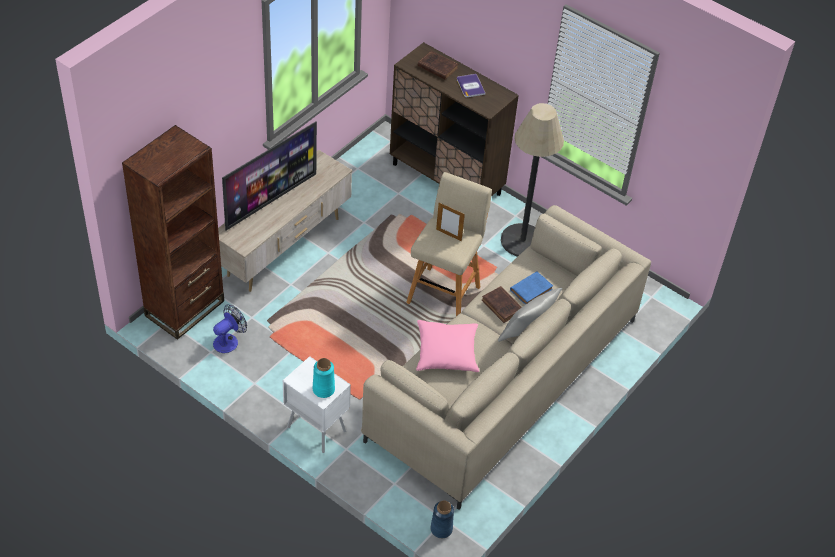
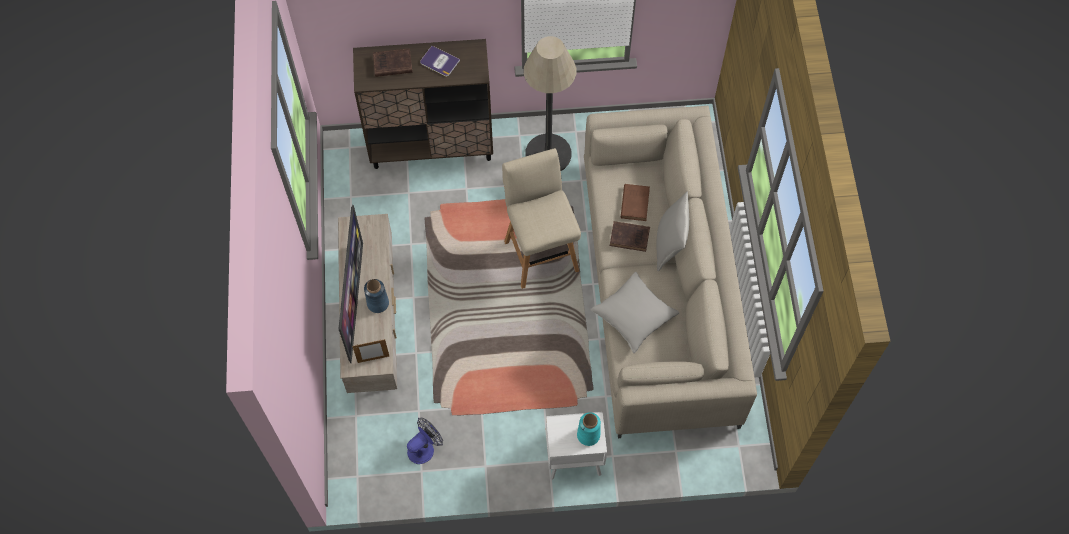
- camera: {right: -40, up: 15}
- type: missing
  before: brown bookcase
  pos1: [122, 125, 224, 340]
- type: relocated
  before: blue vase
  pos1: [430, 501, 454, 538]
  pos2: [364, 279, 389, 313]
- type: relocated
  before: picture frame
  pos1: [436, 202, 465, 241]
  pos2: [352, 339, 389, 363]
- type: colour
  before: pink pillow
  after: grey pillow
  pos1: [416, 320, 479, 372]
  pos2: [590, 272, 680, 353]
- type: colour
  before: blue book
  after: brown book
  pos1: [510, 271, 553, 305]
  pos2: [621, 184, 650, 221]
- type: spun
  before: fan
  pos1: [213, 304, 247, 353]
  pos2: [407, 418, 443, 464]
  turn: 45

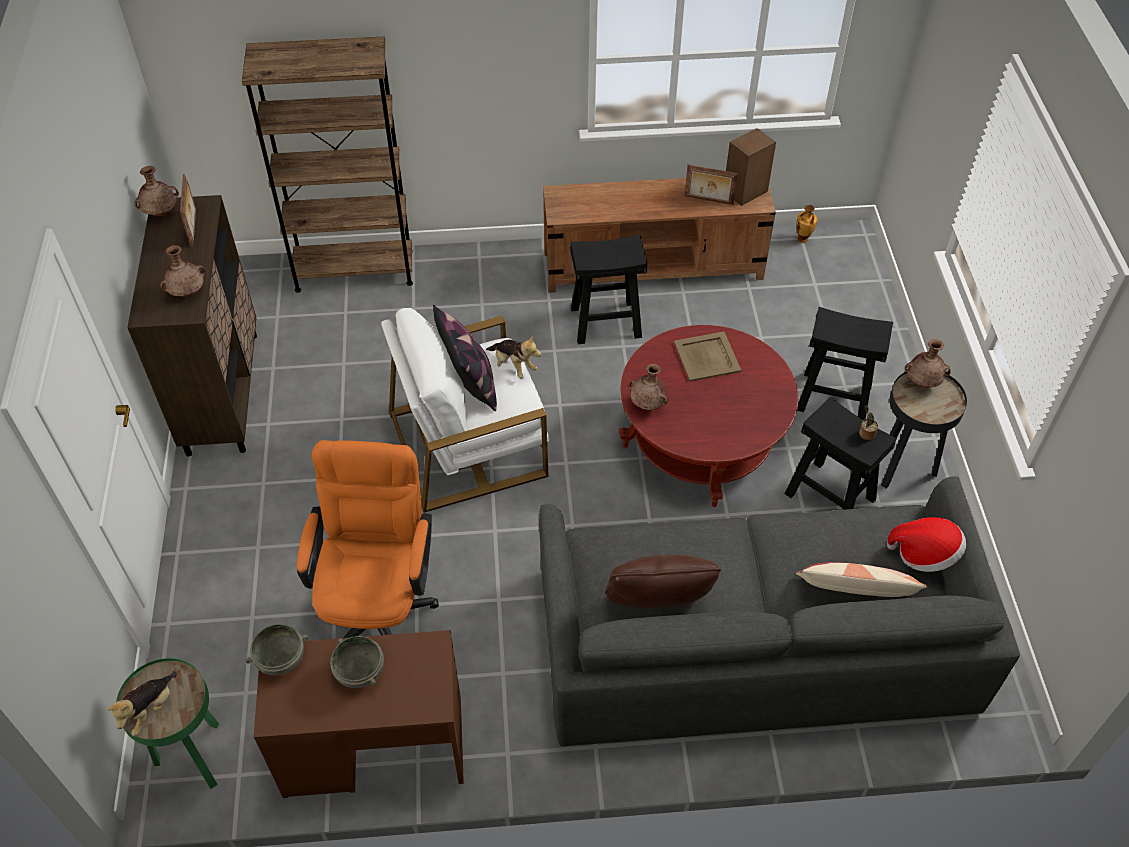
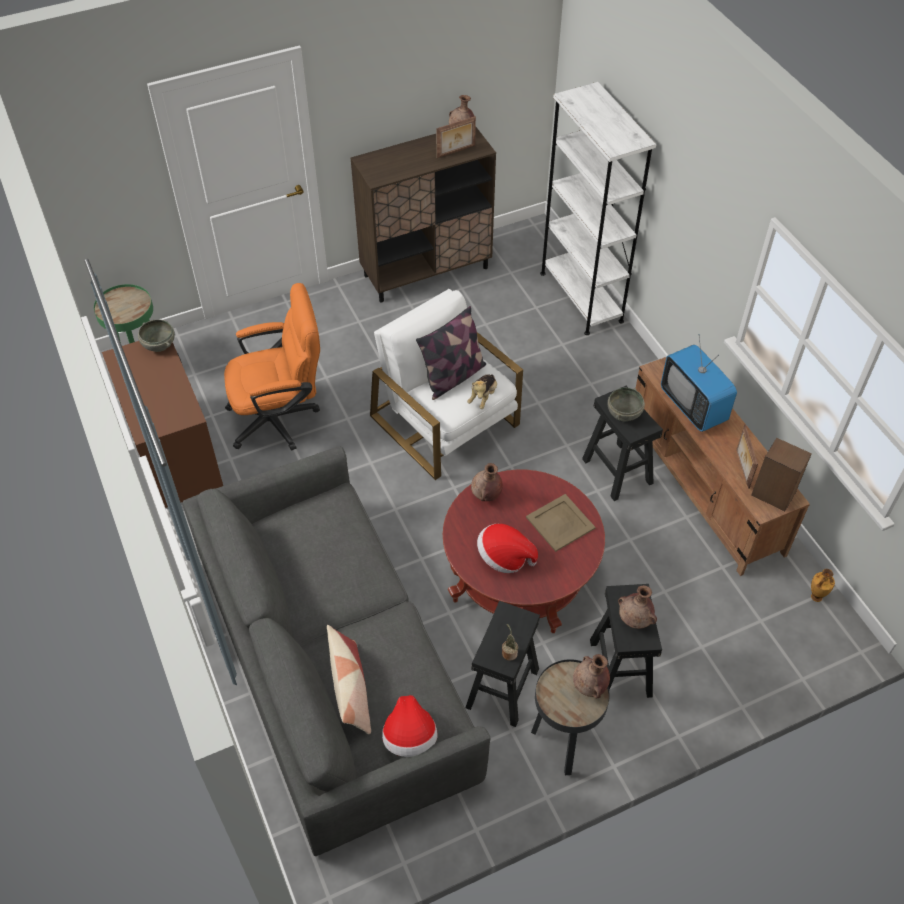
- camera: {right: 70, up: 0}
- type: missing
  before: plush toy
  pos1: [106, 671, 177, 736]
- type: missing
  before: brown pillow
  pos1: [605, 555, 721, 608]
- type: appeared
  after: hat
  pos2: [477, 524, 538, 573]
- type: appeared
  after: television
  pos2: [661, 334, 737, 432]
- type: relocated
  before: brown vase
  pos1: [160, 245, 206, 297]
  pos2: [618, 585, 657, 629]
- type: relocated
  before: grey bowl
  pos1: [330, 636, 384, 688]
  pos2: [607, 387, 645, 422]
- type: colour
  before: brown bookcase
  after: white bookcase
  pos1: [242, 36, 413, 293]
  pos2: [540, 82, 656, 335]

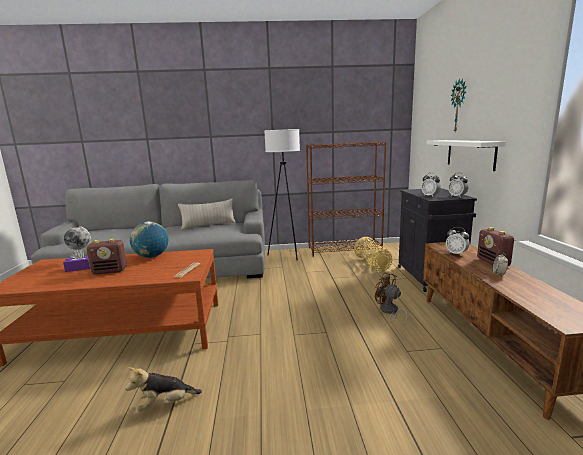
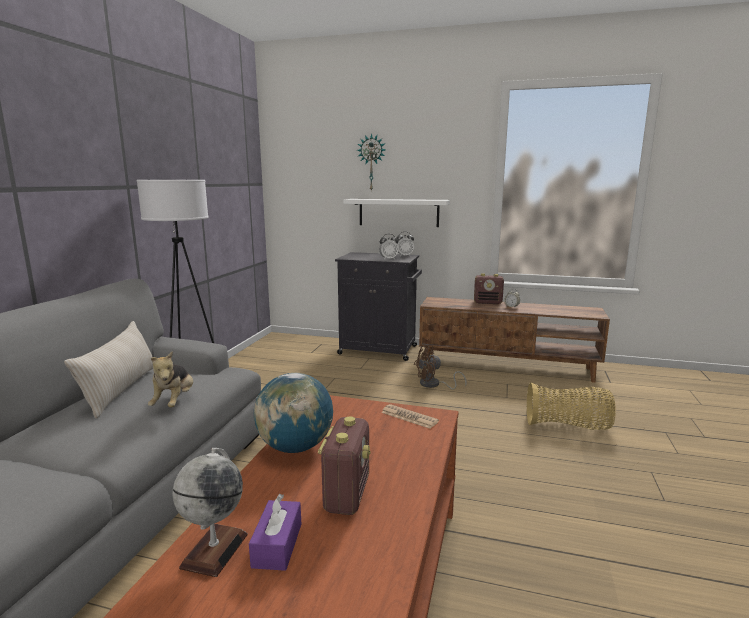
- camera: {right: -70, up: 0}
- type: missing
  before: brown bookcase
  pos1: [306, 142, 386, 257]
- type: missing
  before: alarm clock
  pos1: [446, 227, 470, 255]
- type: relocated
  before: plush toy
  pos1: [125, 367, 202, 412]
  pos2: [148, 352, 193, 408]
- type: relocated
  before: basket
  pos1: [354, 237, 392, 271]
  pos2: [527, 382, 616, 430]

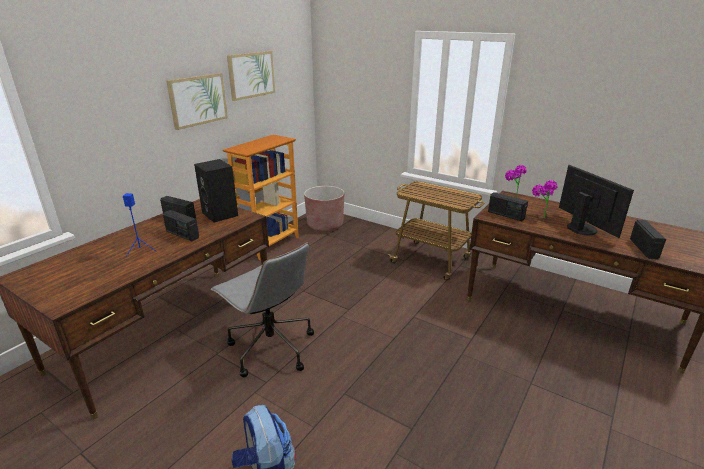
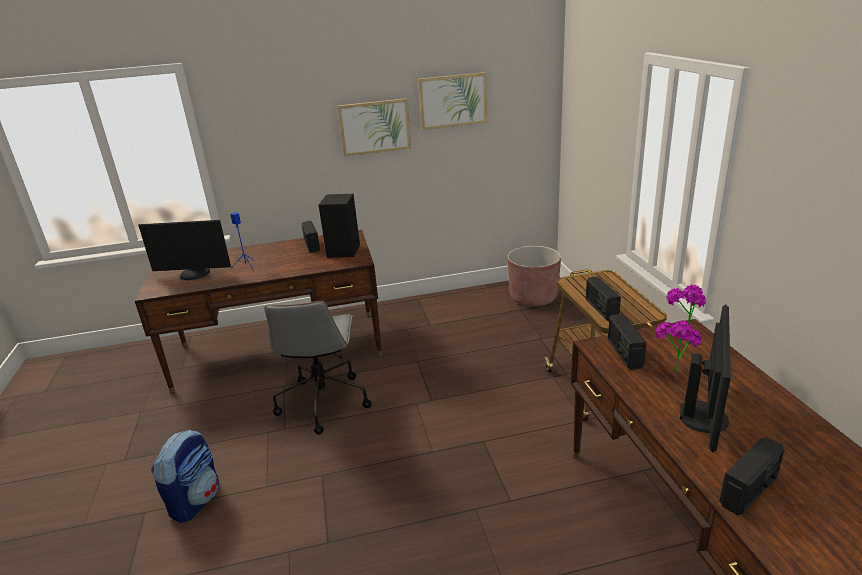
- camera: {right: 45, up: 0}
- type: missing
  before: bookcase
  pos1: [223, 135, 299, 260]
- type: appeared
  after: monitor
  pos2: [138, 220, 231, 280]
- type: relocated
  before: radio
  pos1: [163, 210, 199, 241]
  pos2: [586, 276, 621, 321]

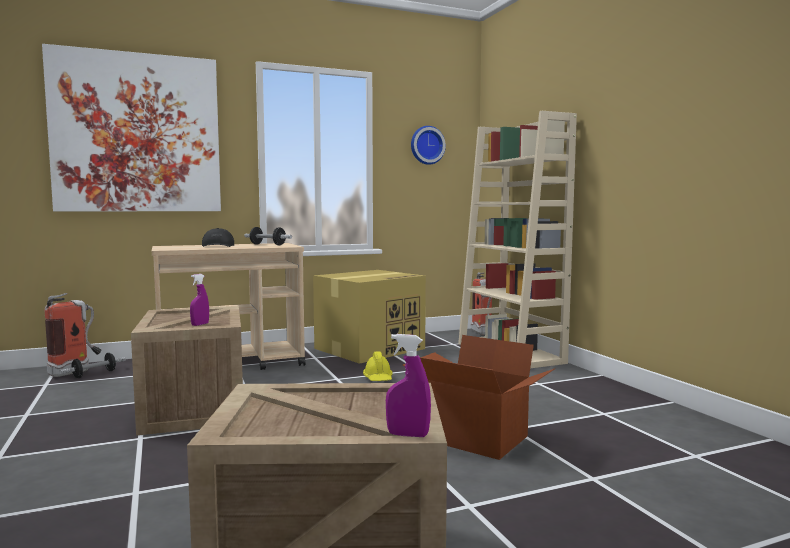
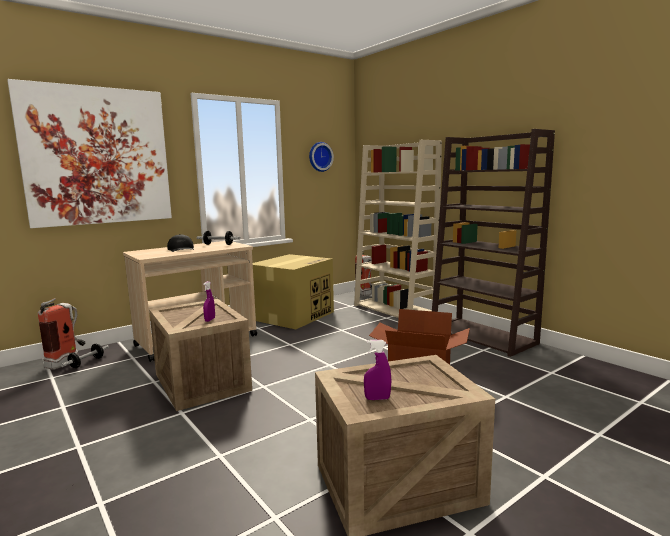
- camera: {right: -15, up: 5}
- type: missing
  before: yellow hard hat
  pos1: [363, 351, 393, 381]
- type: appeared
  after: brown bookcase
  pos2: [432, 129, 555, 357]
- type: relocated
  before: purple spray bottle
  pos1: [386, 334, 431, 437]
  pos2: [364, 340, 392, 400]

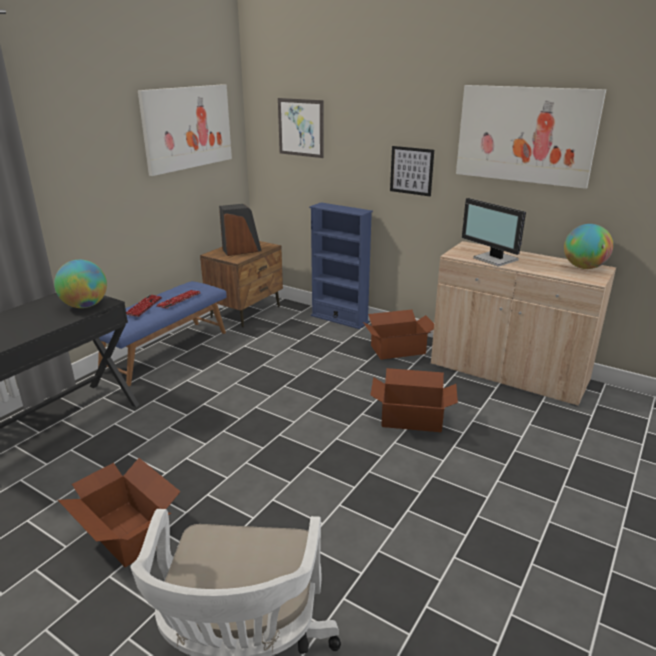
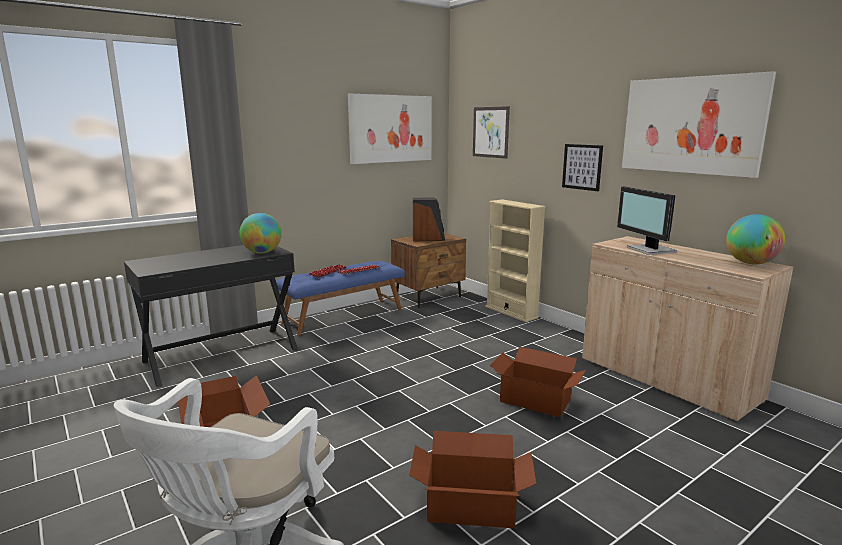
- camera: {right: 20, up: -10}
- type: relocated
  before: cardboard box
  pos1: [363, 309, 434, 360]
  pos2: [409, 431, 536, 528]
- type: colour
  before: blue bookcase
  after: beige bookcase
  pos1: [309, 203, 373, 329]
  pos2: [485, 199, 546, 322]

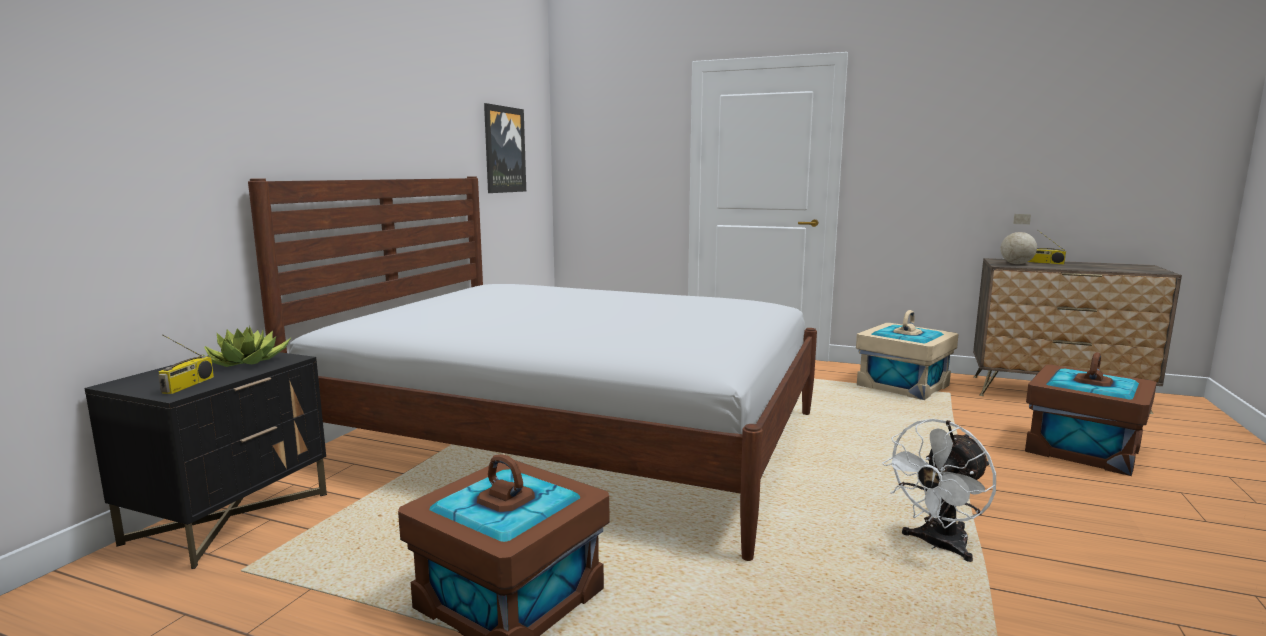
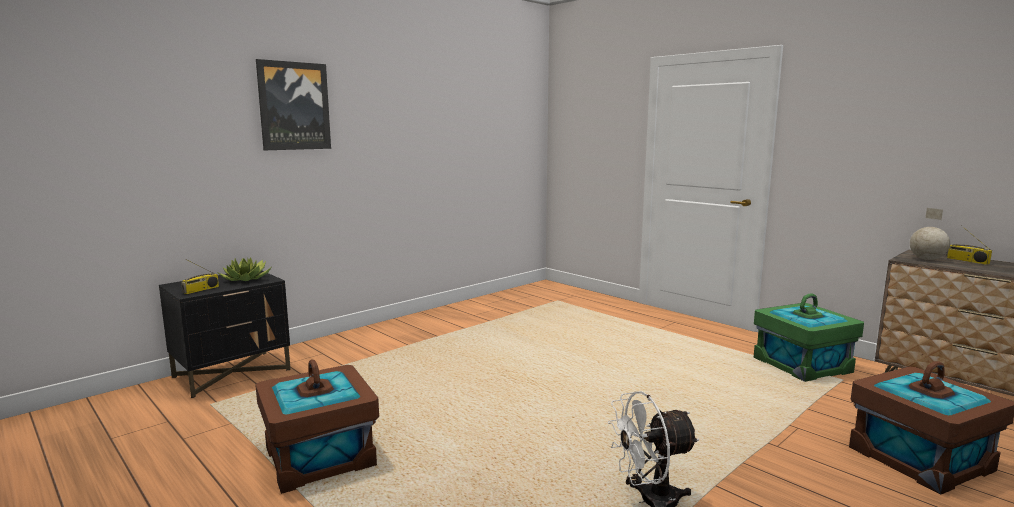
- camera: {right: 25, up: 0}
- type: missing
  before: white bed
  pos1: [248, 176, 817, 561]
- type: relocated
  before: picture
  pos1: [484, 103, 526, 193]
  pos2: [256, 59, 331, 150]
- type: colour
  before: beige storage box
  after: green storage box
  pos1: [856, 310, 958, 400]
  pos2: [754, 293, 864, 382]

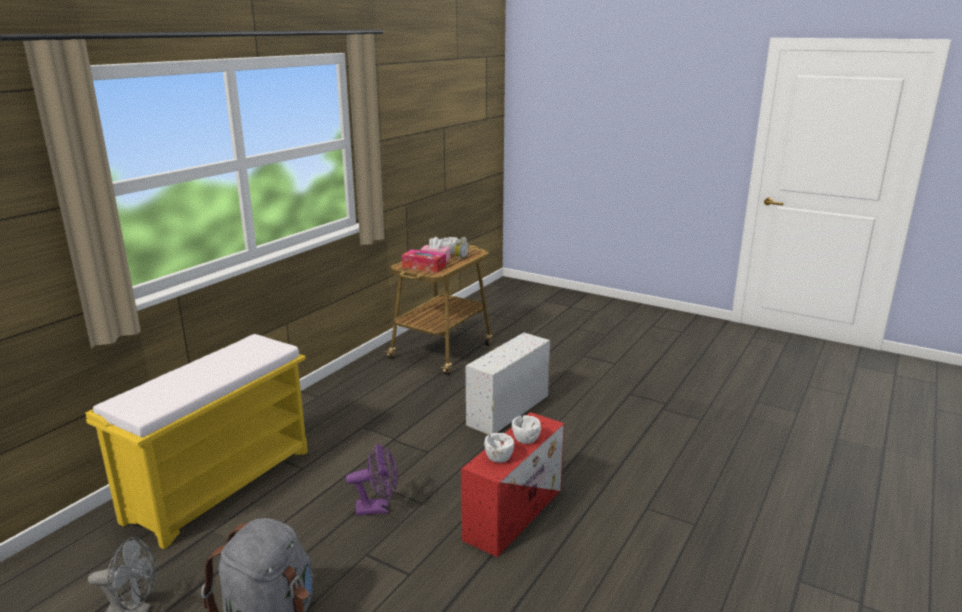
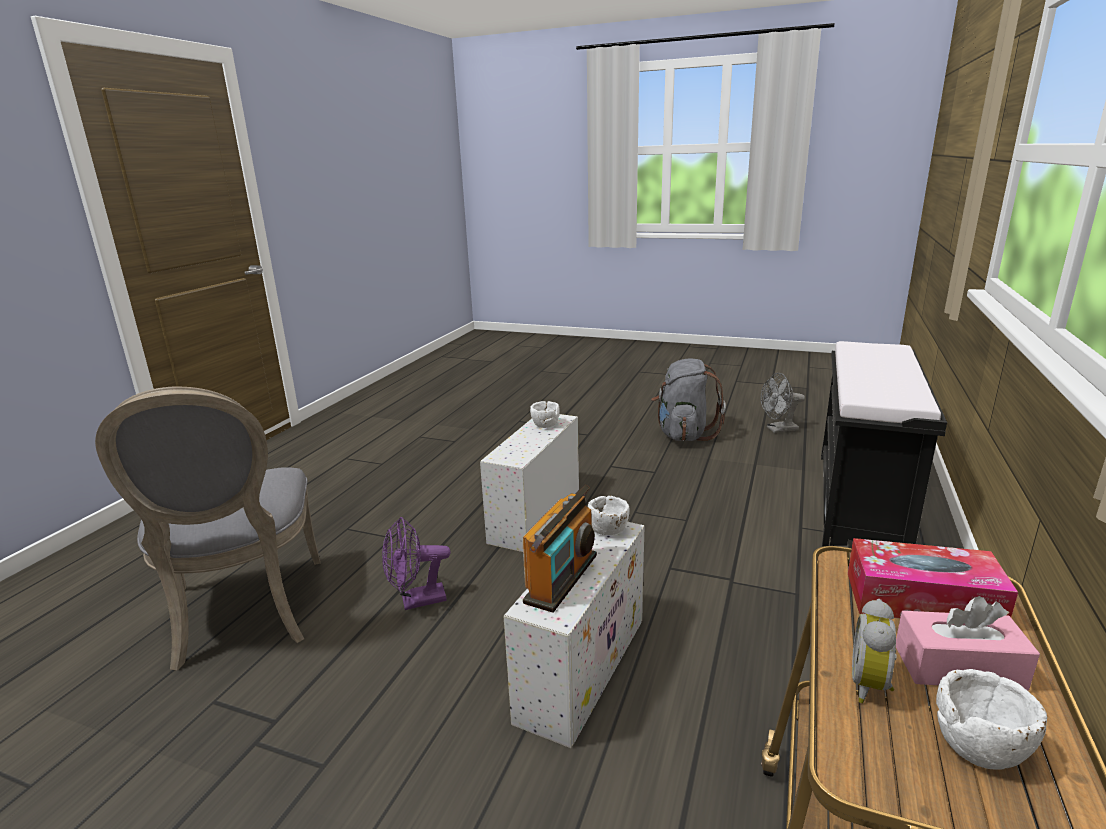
- camera: {right: 170, up: 0}
- type: appeared
  after: grey chair
  pos2: [95, 387, 320, 671]
- type: appeared
  after: radio
  pos2: [522, 485, 597, 613]
- type: relocated
  before: purple fan
  pos1: [346, 443, 398, 516]
  pos2: [382, 517, 451, 610]
- type: relocated
  before: white bowl
  pos1: [512, 415, 541, 444]
  pos2: [588, 496, 630, 535]
- type: colour
  before: yellow bench
  after: black bench
  pos1: [85, 334, 308, 549]
  pos2: [821, 341, 947, 547]
- type: colour
  before: red storage box
  after: white storage box
  pos1: [461, 412, 564, 557]
  pos2: [480, 414, 579, 552]

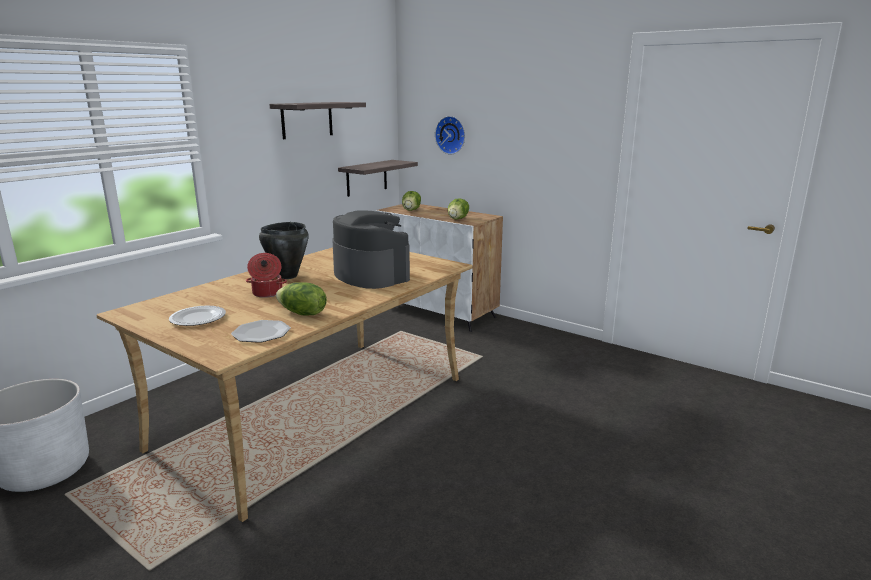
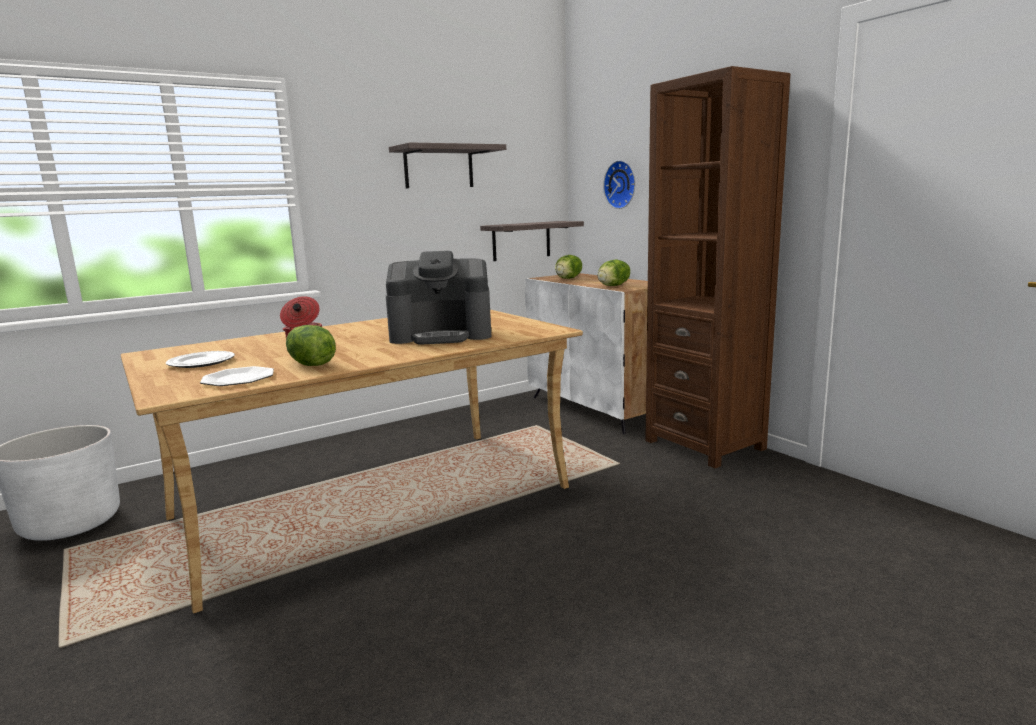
- camera: {right: 20, up: -5}
- type: missing
  before: black cooking pot
  pos1: [259, 222, 309, 279]
- type: appeared
  after: brown bookcase
  pos2: [645, 66, 790, 468]
- type: spun
  before: coffee machine
  pos1: [332, 210, 410, 289]
  pos2: [386, 251, 491, 345]
  turn: 105

